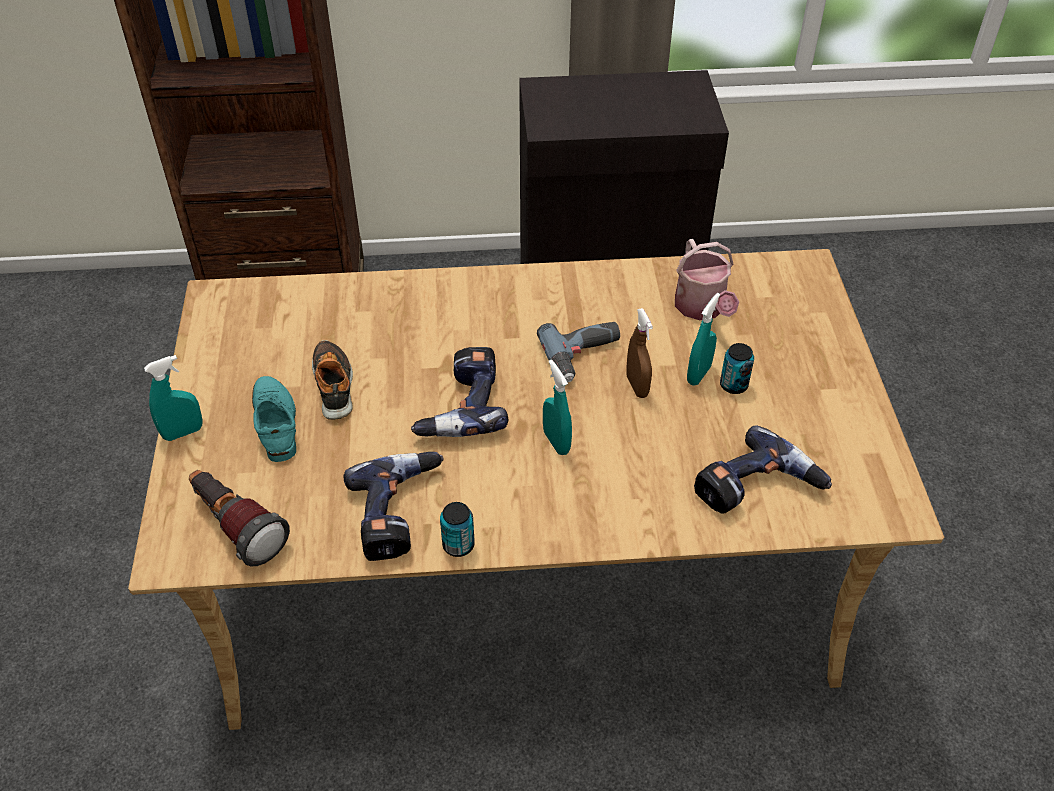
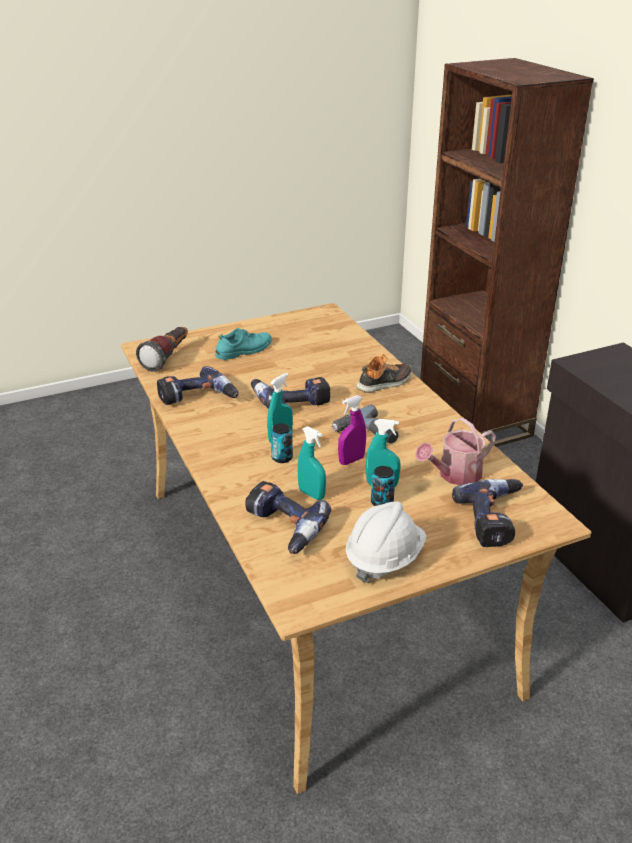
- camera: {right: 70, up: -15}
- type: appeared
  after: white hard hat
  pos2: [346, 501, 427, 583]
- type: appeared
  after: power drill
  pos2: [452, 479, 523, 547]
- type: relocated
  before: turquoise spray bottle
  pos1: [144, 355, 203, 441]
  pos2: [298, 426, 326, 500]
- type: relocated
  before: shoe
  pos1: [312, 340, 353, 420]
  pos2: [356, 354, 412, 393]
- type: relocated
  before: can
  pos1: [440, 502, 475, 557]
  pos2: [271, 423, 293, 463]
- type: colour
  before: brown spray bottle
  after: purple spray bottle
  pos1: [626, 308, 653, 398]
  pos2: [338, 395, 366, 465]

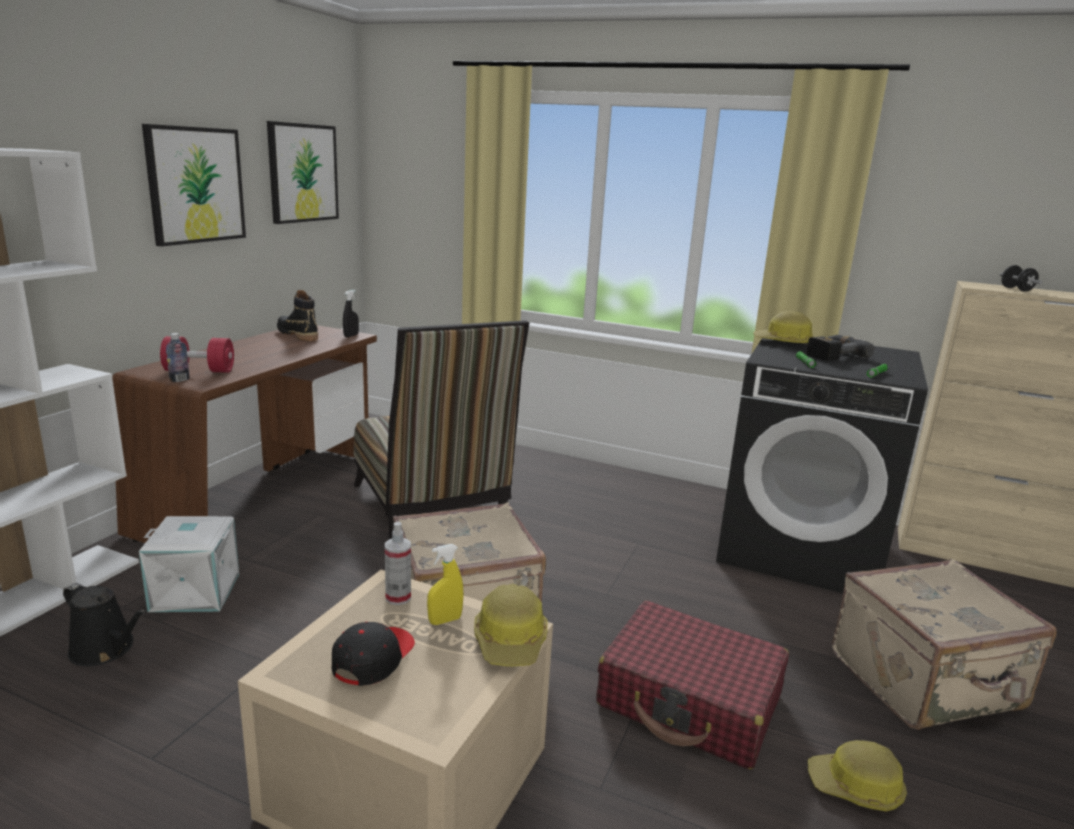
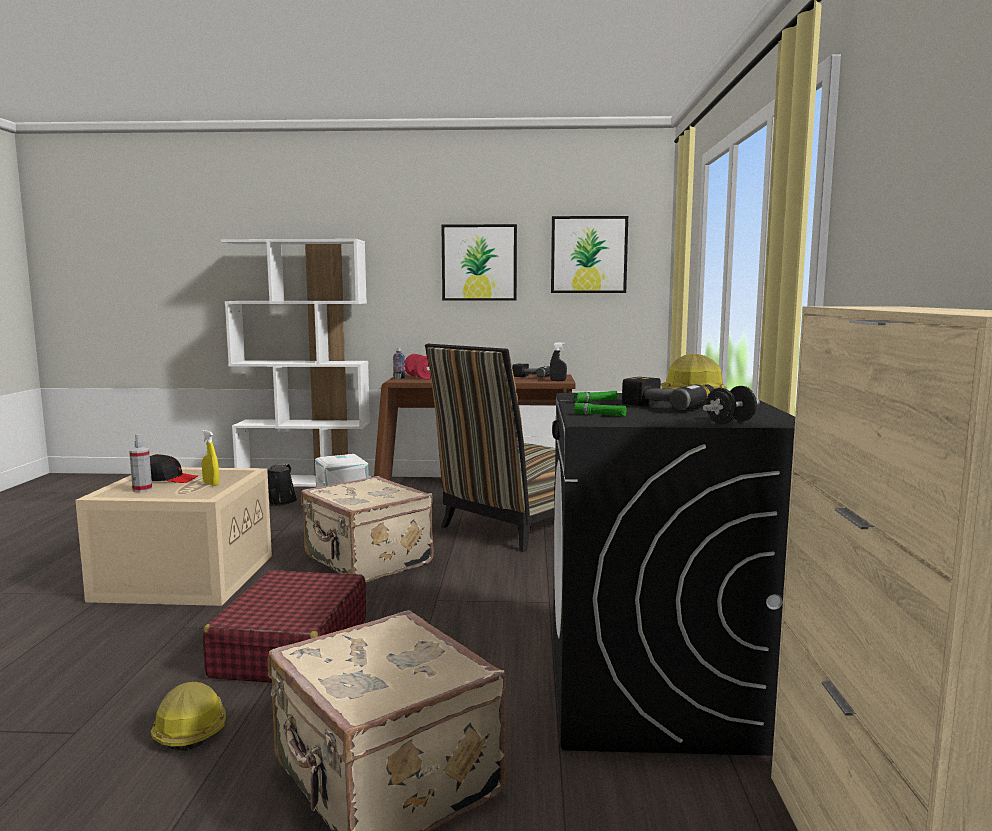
- camera: {right: 70, up: -10}
- type: missing
  before: hard hat
  pos1: [474, 584, 548, 666]
- type: relocated
  before: spray bottle
  pos1: [385, 521, 411, 605]
  pos2: [129, 434, 152, 492]
- type: relocated
  before: black dumbbell
  pos1: [1000, 265, 1042, 292]
  pos2: [703, 386, 760, 424]
- type: exchanged
  before: black boot
  after: power drill
  pos1: [277, 290, 318, 341]
  pos2: [512, 364, 550, 378]

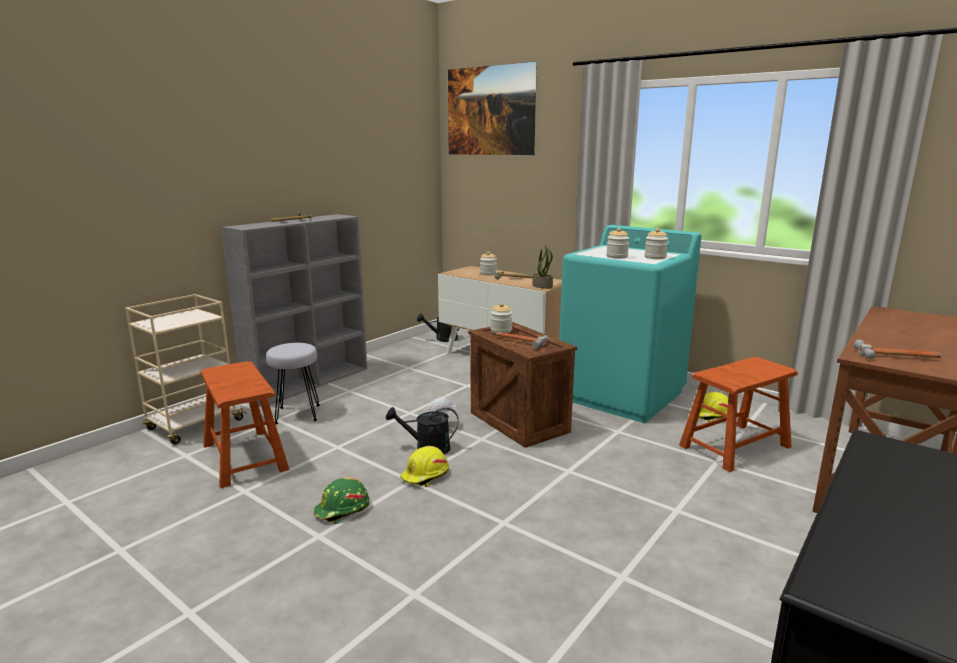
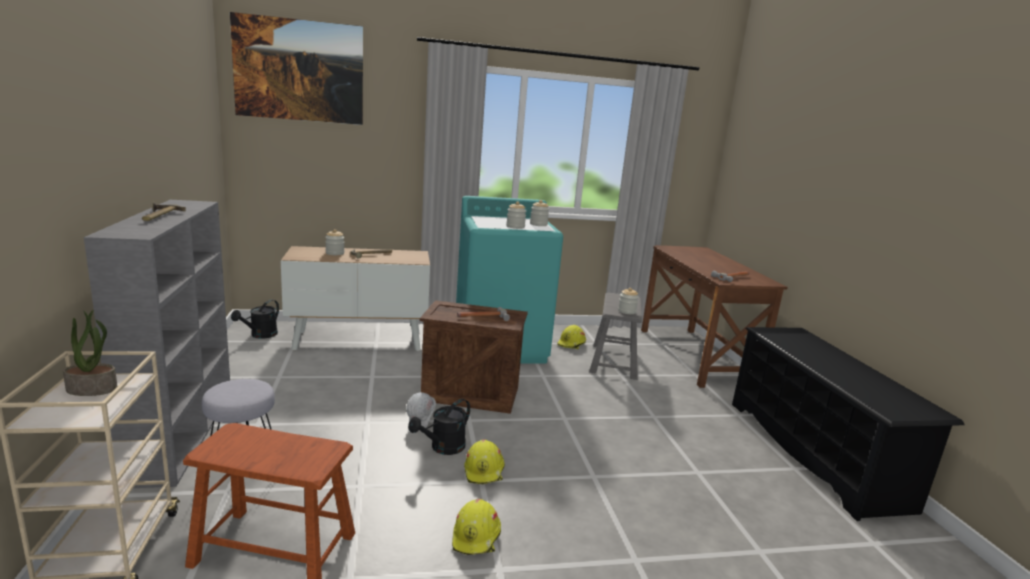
- camera: {right: -50, up: 0}
- type: relocated
  before: jar
  pos1: [491, 303, 512, 333]
  pos2: [618, 288, 639, 314]
- type: relocated
  before: potted plant
  pos1: [532, 245, 553, 289]
  pos2: [63, 310, 117, 396]
- type: colour
  before: green hard hat
  after: yellow hard hat
  pos1: [314, 477, 370, 524]
  pos2: [452, 499, 501, 555]
- type: colour
  before: brown stool
  after: grey stool
  pos1: [679, 357, 798, 472]
  pos2: [589, 293, 642, 380]

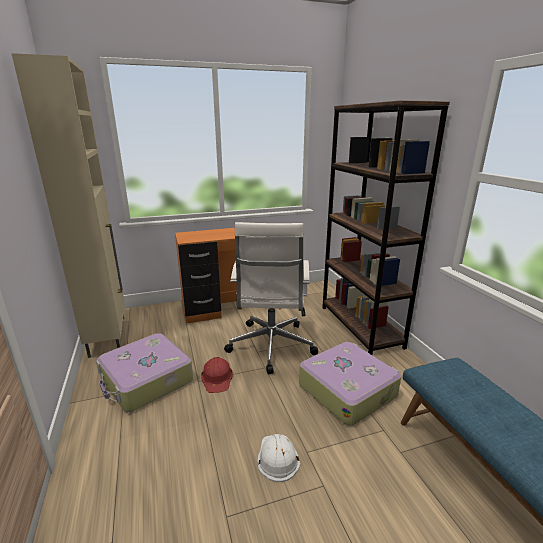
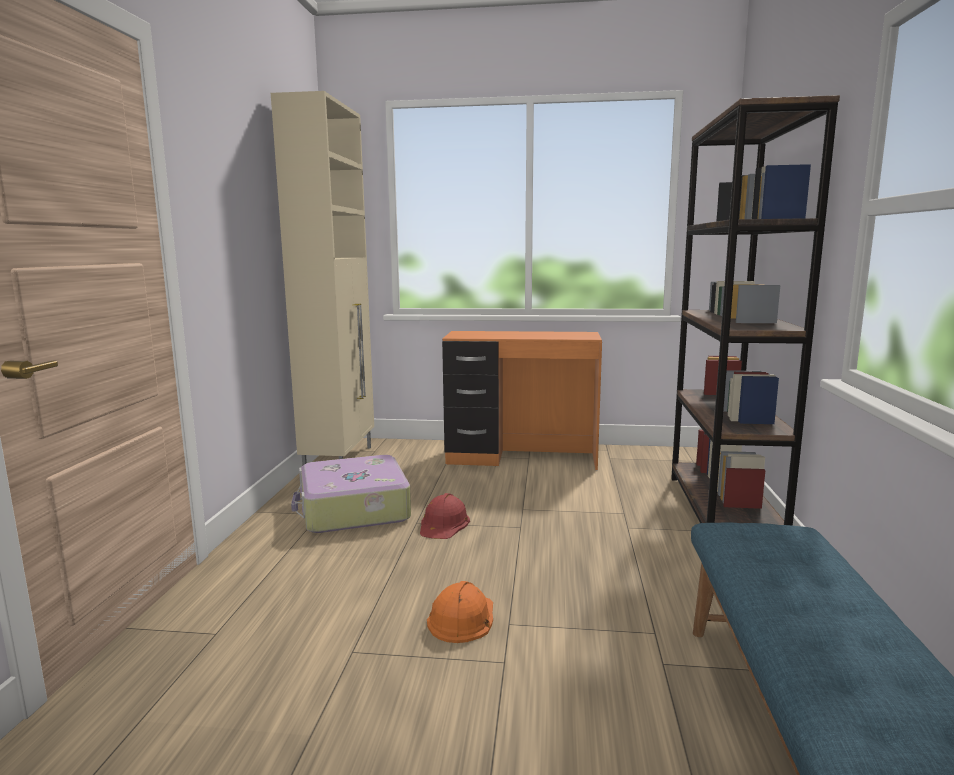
- camera: {right: 25, up: -10}
- type: missing
  before: white office chair
  pos1: [224, 222, 318, 374]
- type: missing
  before: suitcase
  pos1: [299, 342, 401, 426]
- type: colour
  before: white hard hat
  after: orange hard hat
  pos1: [258, 434, 300, 482]
  pos2: [427, 581, 493, 643]

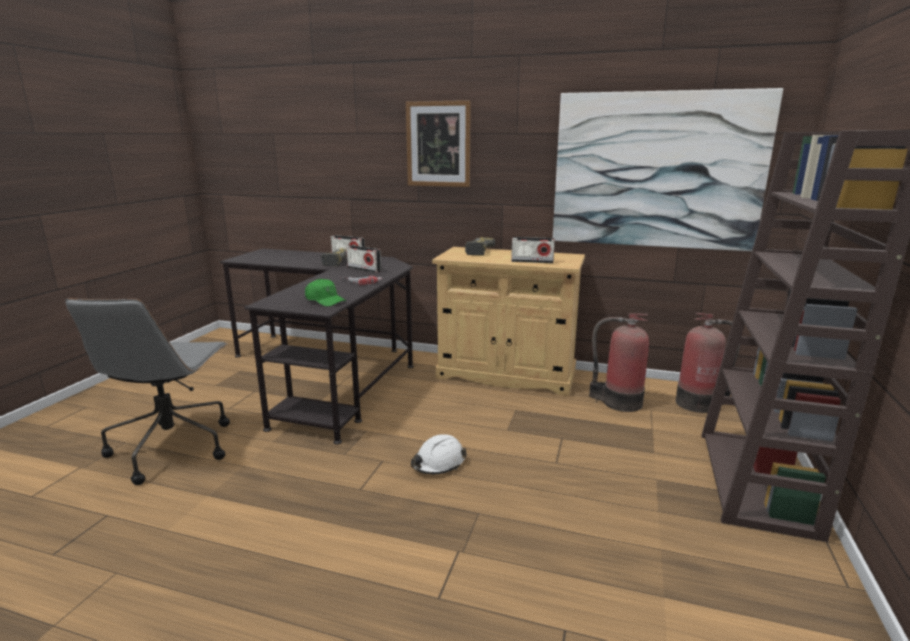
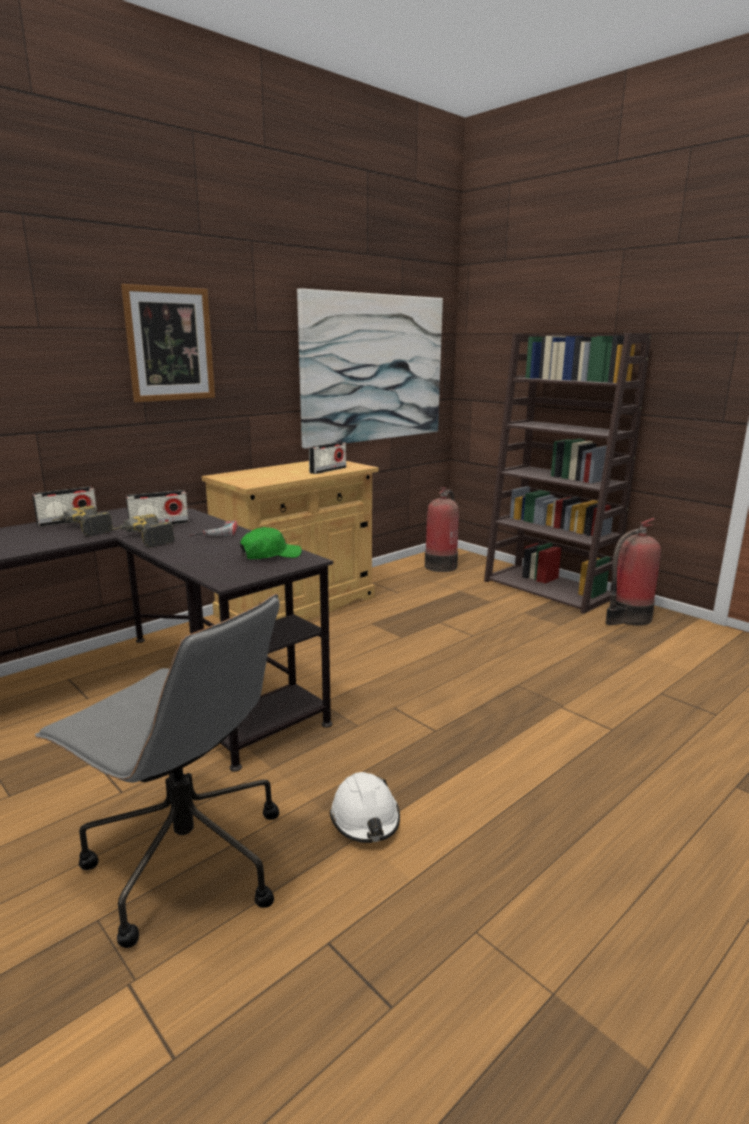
- camera: {right: -60, up: 0}
- type: relocated
  before: white hard hat
  pos1: [411, 434, 467, 474]
  pos2: [330, 772, 400, 843]
- type: relocated
  before: power drill
  pos1: [465, 237, 495, 255]
  pos2: [112, 514, 175, 548]
- type: relocated
  before: fire extinguisher
  pos1: [589, 313, 649, 412]
  pos2: [605, 518, 661, 626]

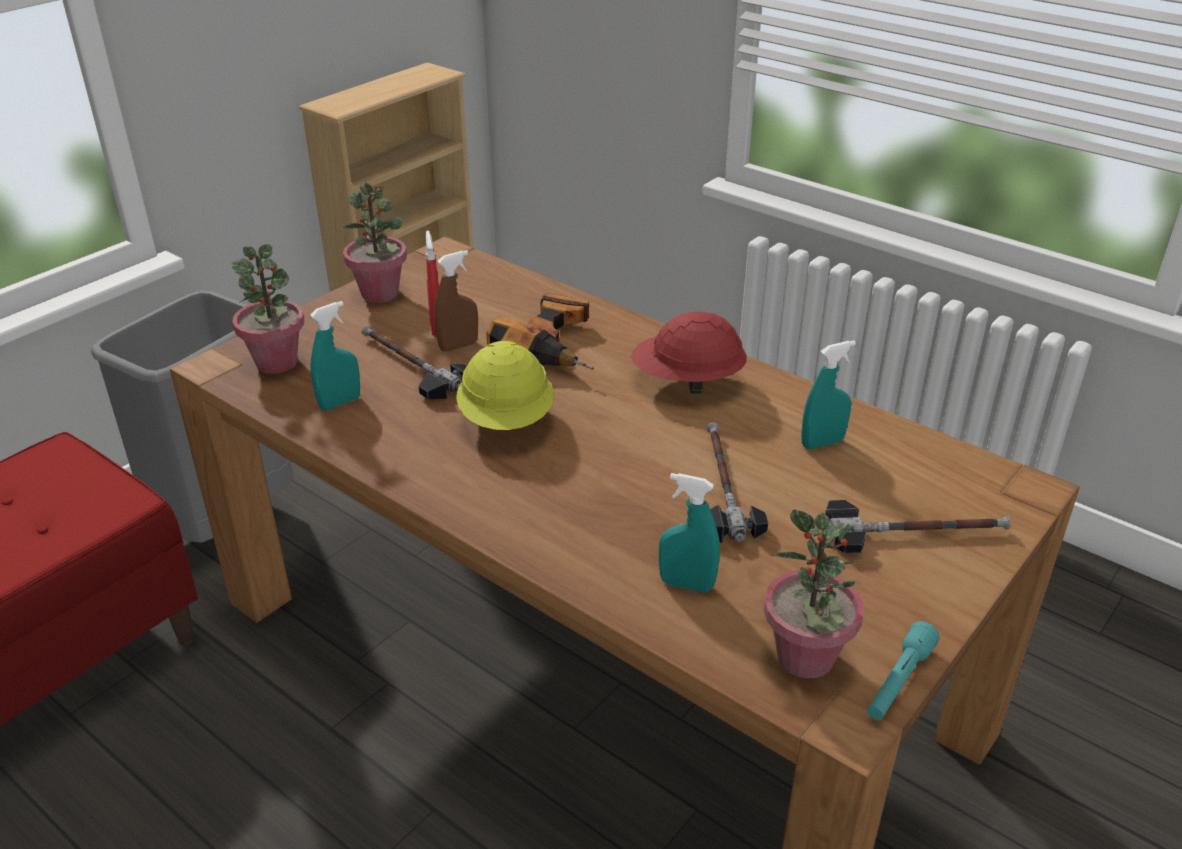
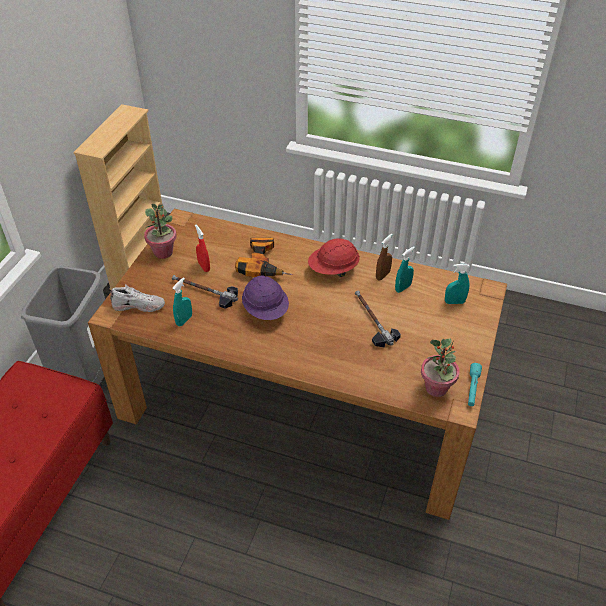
- camera: {right: -20, up: 10}
- type: missing
  before: hammer
  pos1: [821, 500, 1011, 553]
- type: relocated
  before: brown spray bottle
  pos1: [434, 250, 478, 352]
  pos2: [376, 234, 393, 280]
- type: relocated
  before: turquoise spray bottle
  pos1: [659, 473, 720, 593]
  pos2: [445, 264, 470, 304]
- type: exchanged
  before: potted plant
  after: white shoe
  pos1: [231, 244, 304, 374]
  pos2: [110, 284, 165, 312]
- type: colour
  before: yellow hard hat
  after: purple hard hat
  pos1: [456, 341, 554, 430]
  pos2: [242, 276, 289, 320]

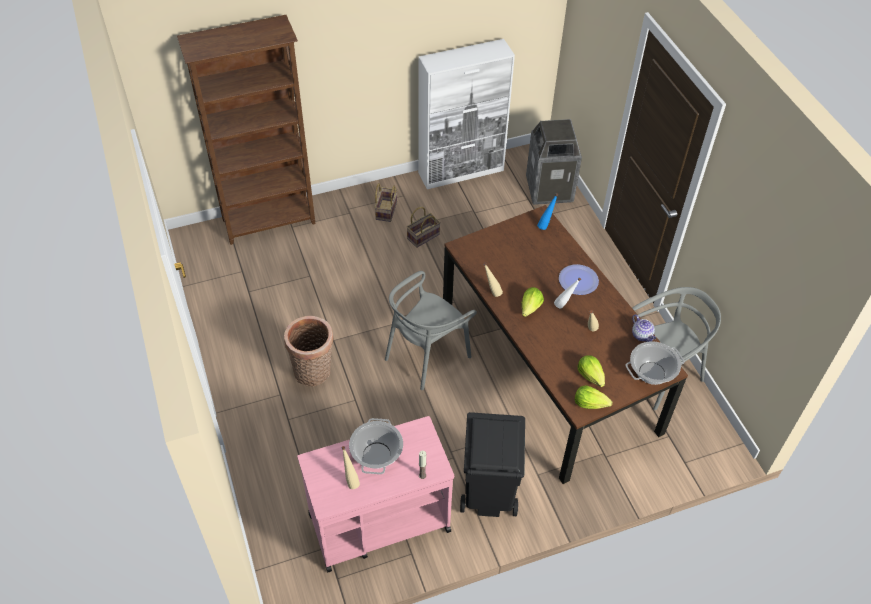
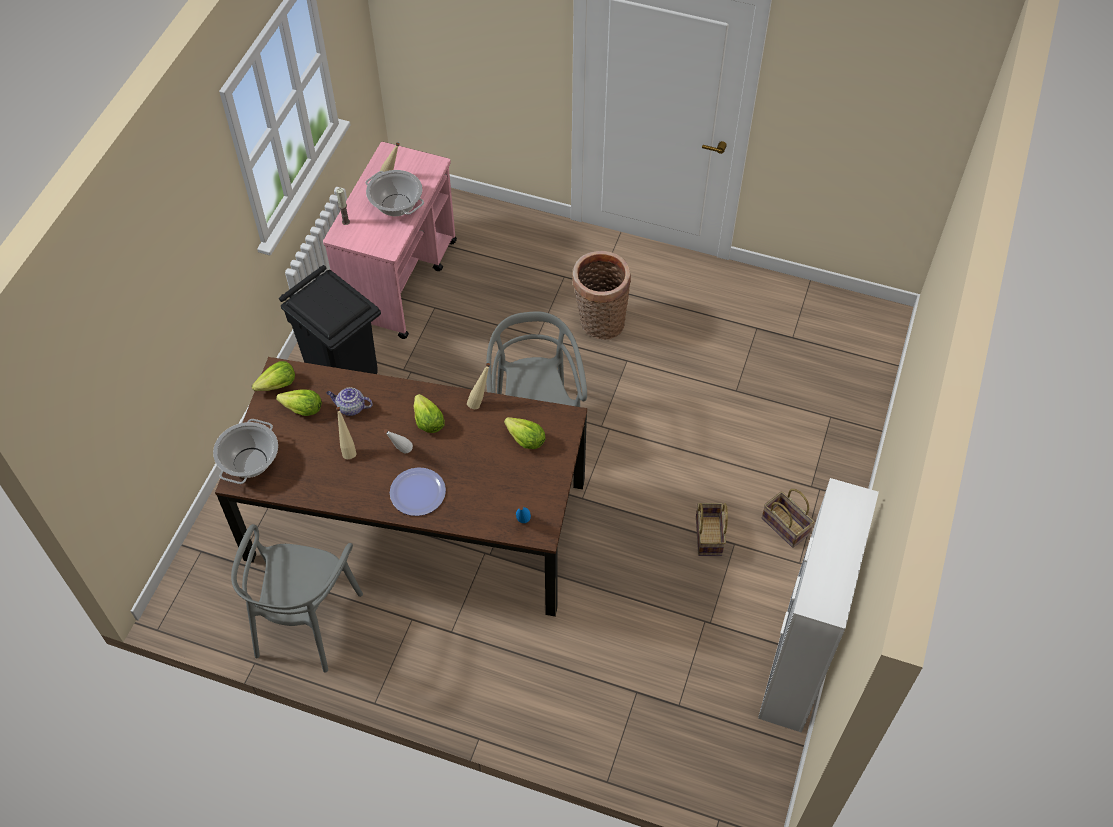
- camera: {right: 130, up: 5}
- type: missing
  before: brown bookcase
  pos1: [177, 15, 316, 245]
- type: missing
  before: trash can
  pos1: [526, 119, 582, 205]
- type: appeared
  after: lettuce
  pos2: [504, 417, 546, 449]
- type: relocated
  before: teapot
  pos1: [632, 314, 656, 342]
  pos2: [326, 387, 373, 416]

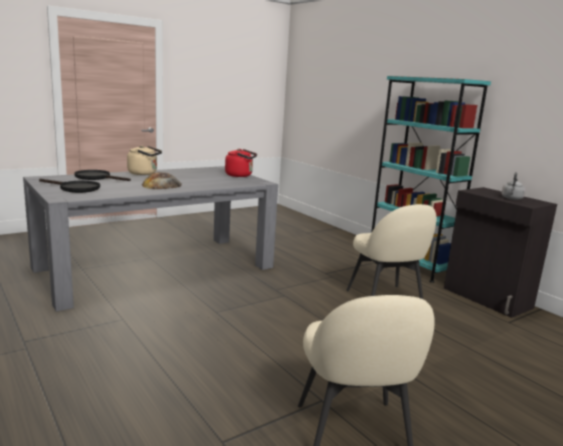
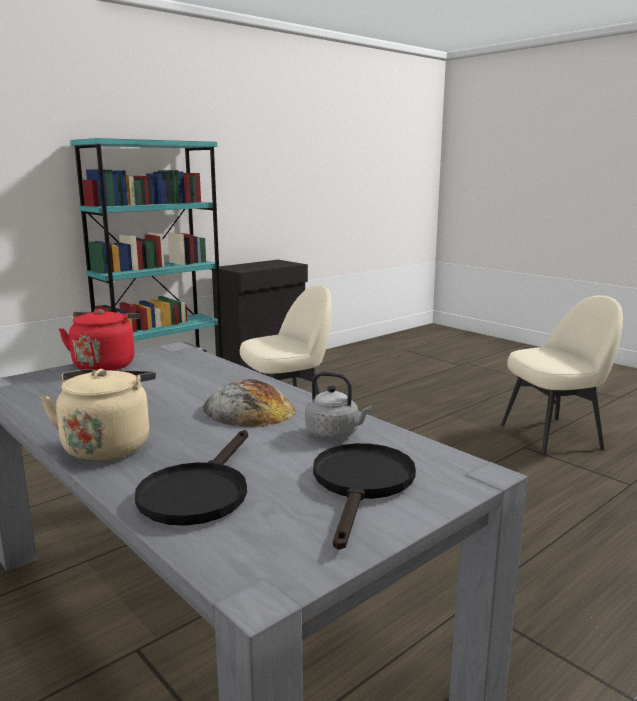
- camera: {right: -95, up: 0}
- type: relocated
  before: grey kettle
  pos1: [502, 172, 526, 200]
  pos2: [305, 372, 372, 439]

